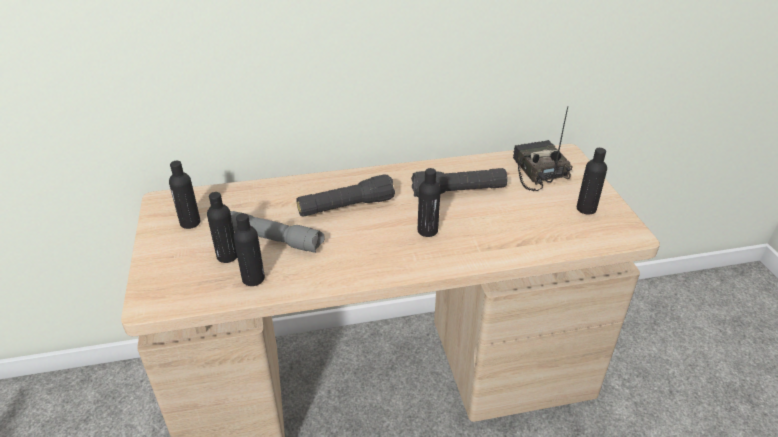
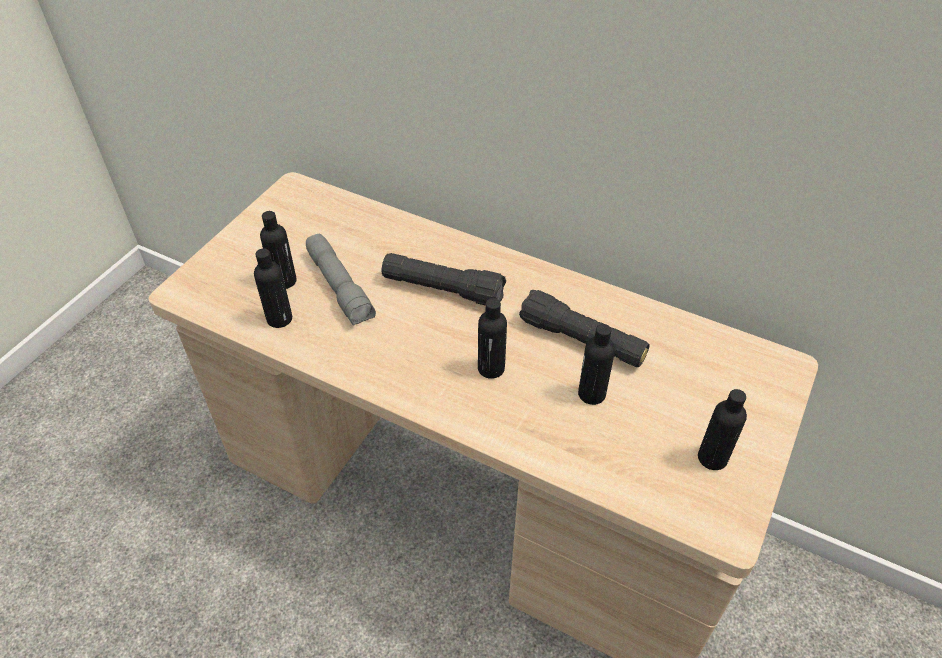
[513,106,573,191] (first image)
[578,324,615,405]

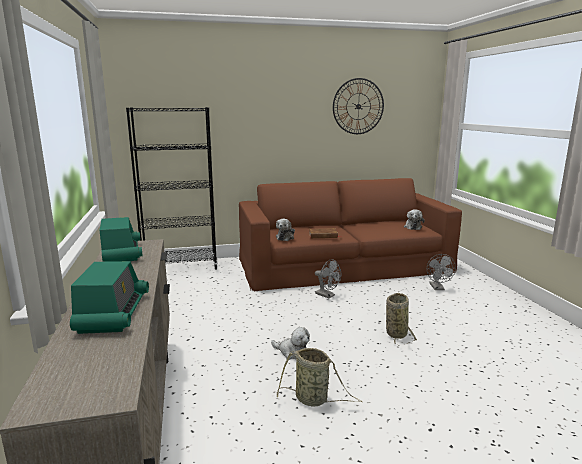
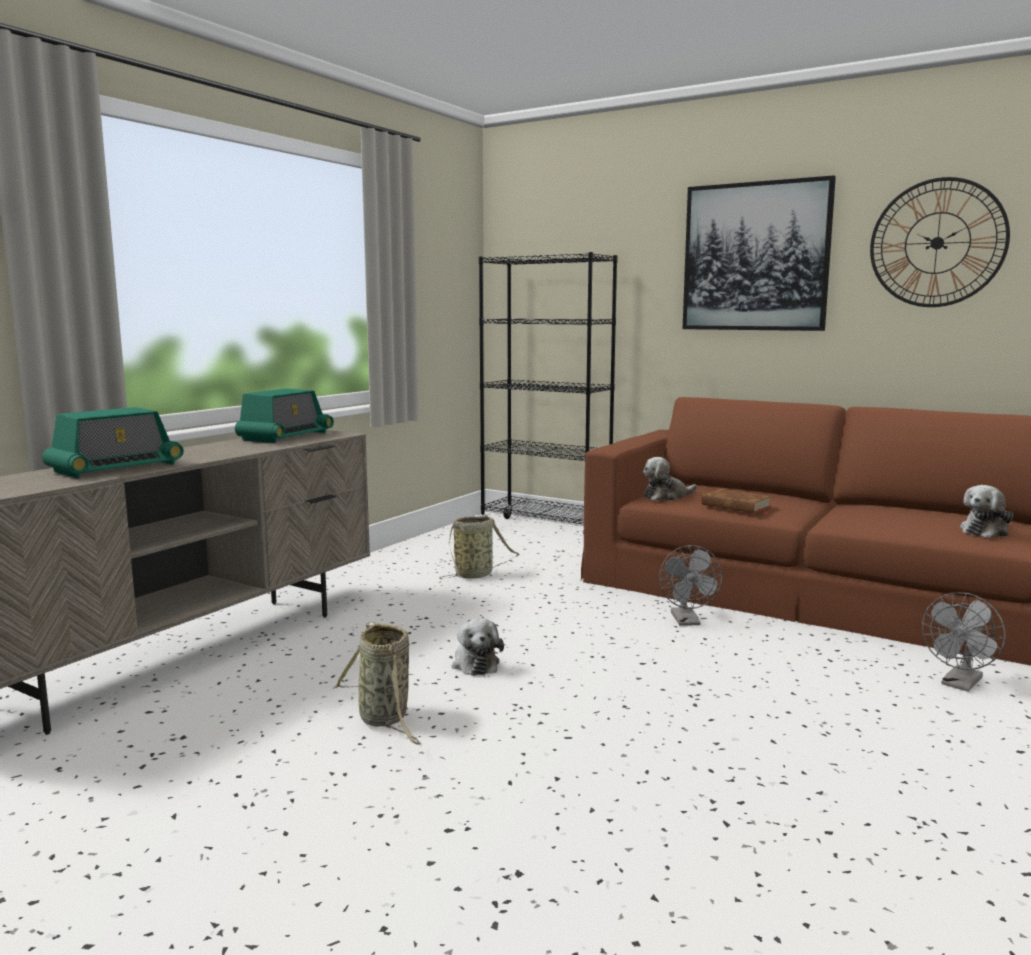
[440,516,520,579]
[683,175,836,331]

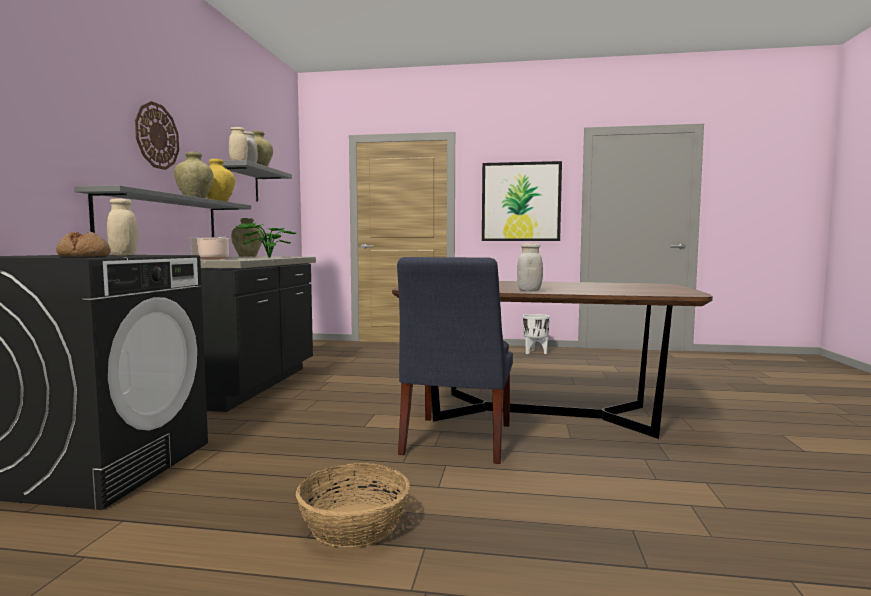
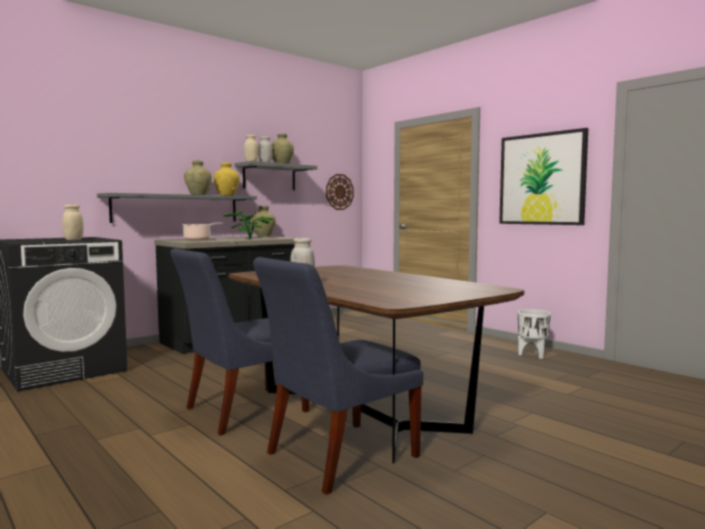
[326,174,354,210]
[56,232,111,257] (first image)
[296,463,410,548] (first image)
[253,257,423,495]

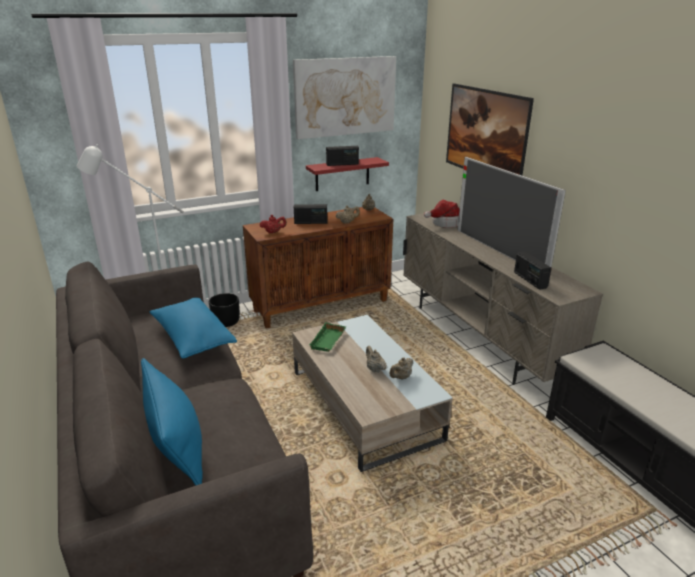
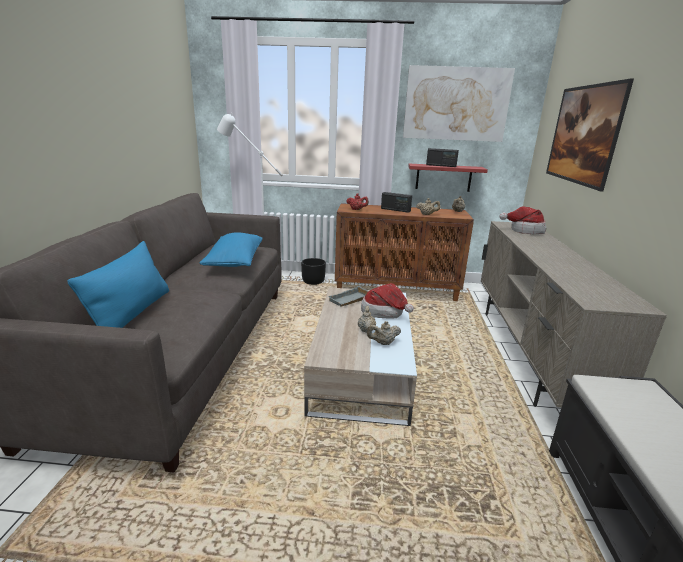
[457,157,566,267] (first image)
[514,251,552,290] (first image)
[328,286,369,307]
[361,283,414,319]

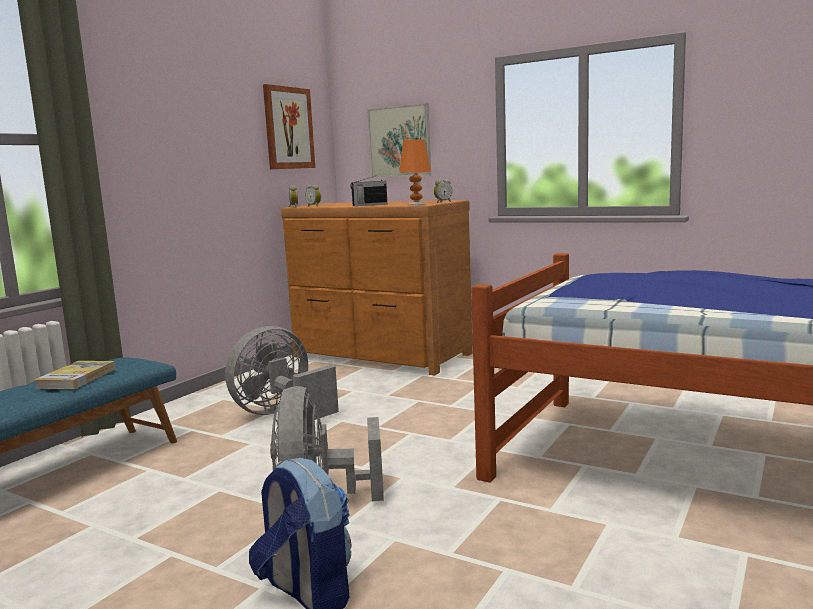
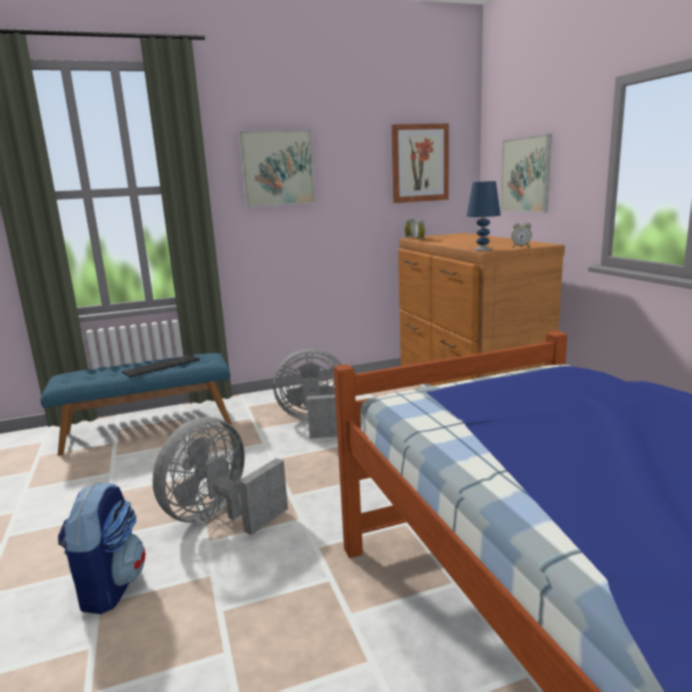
[466,181,501,251]
[350,175,387,206] (first image)
[122,354,200,377]
[239,130,315,207]

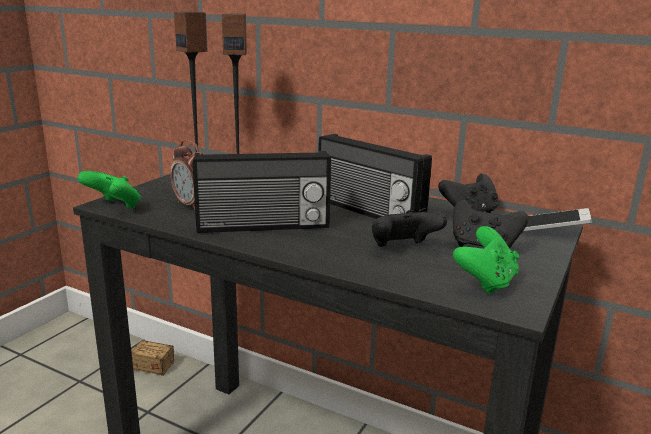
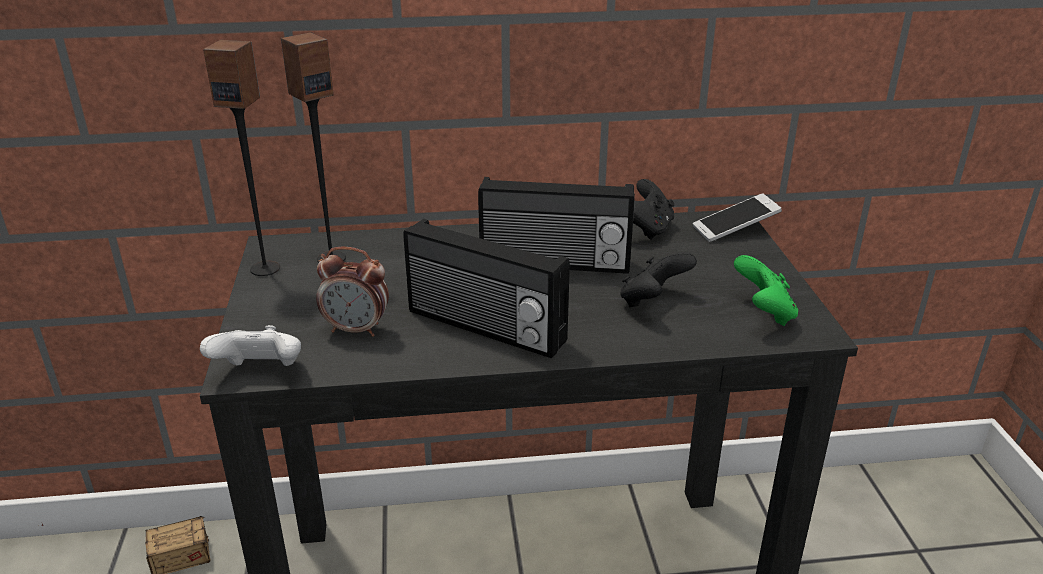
[403,219,570,358]
[200,325,301,366]
[453,200,528,249] (first image)

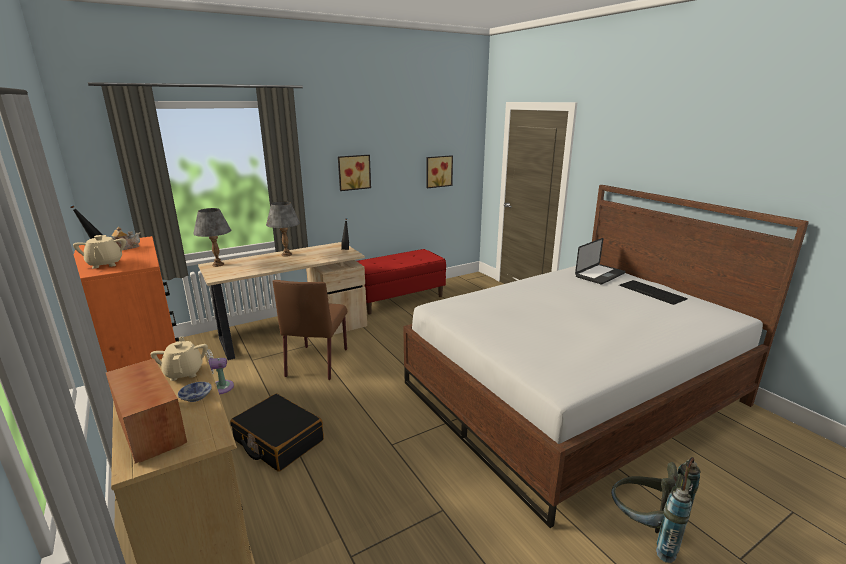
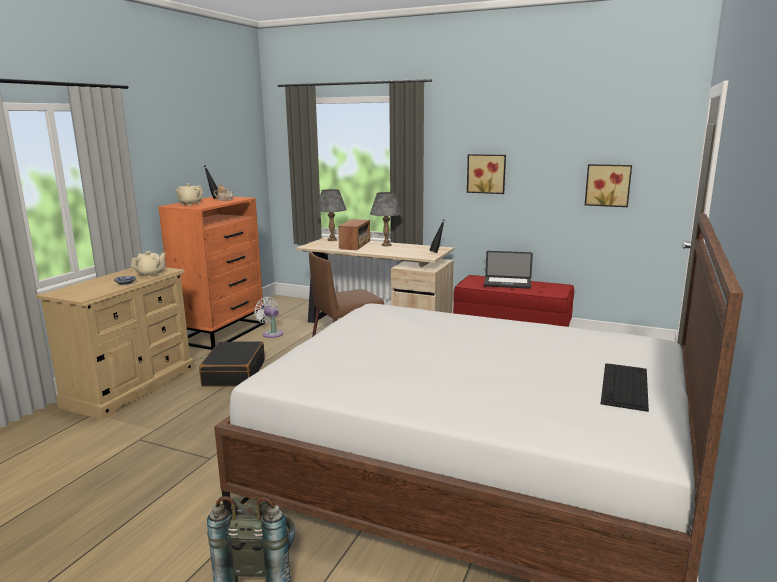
[484,251,533,289]
[338,219,370,250]

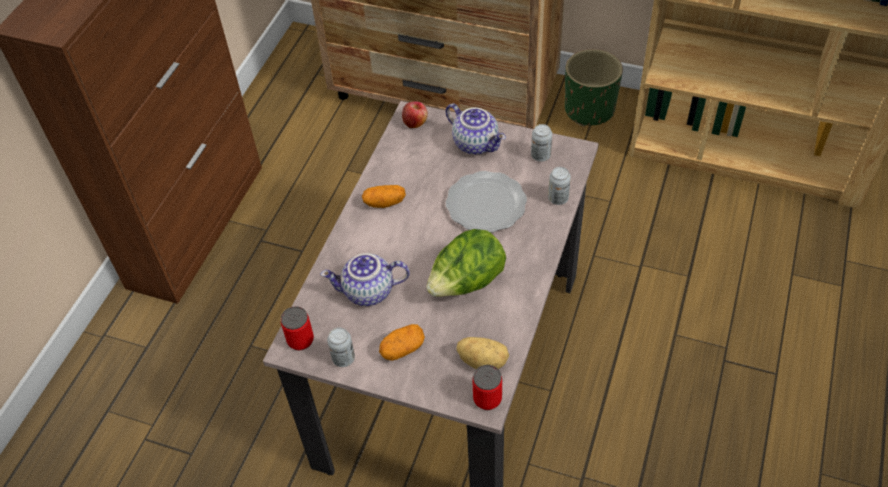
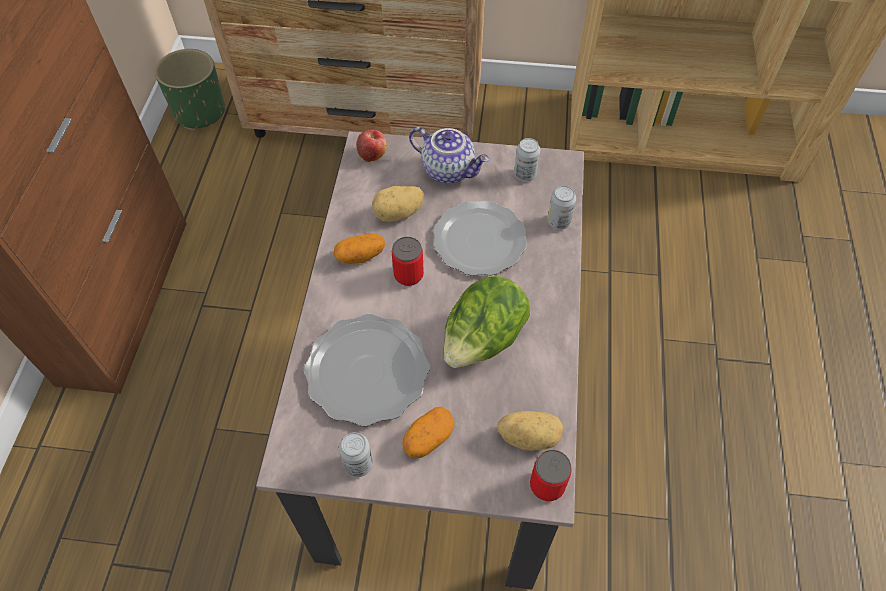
[155,49,225,130]
[304,314,430,426]
[392,237,424,286]
[372,186,424,222]

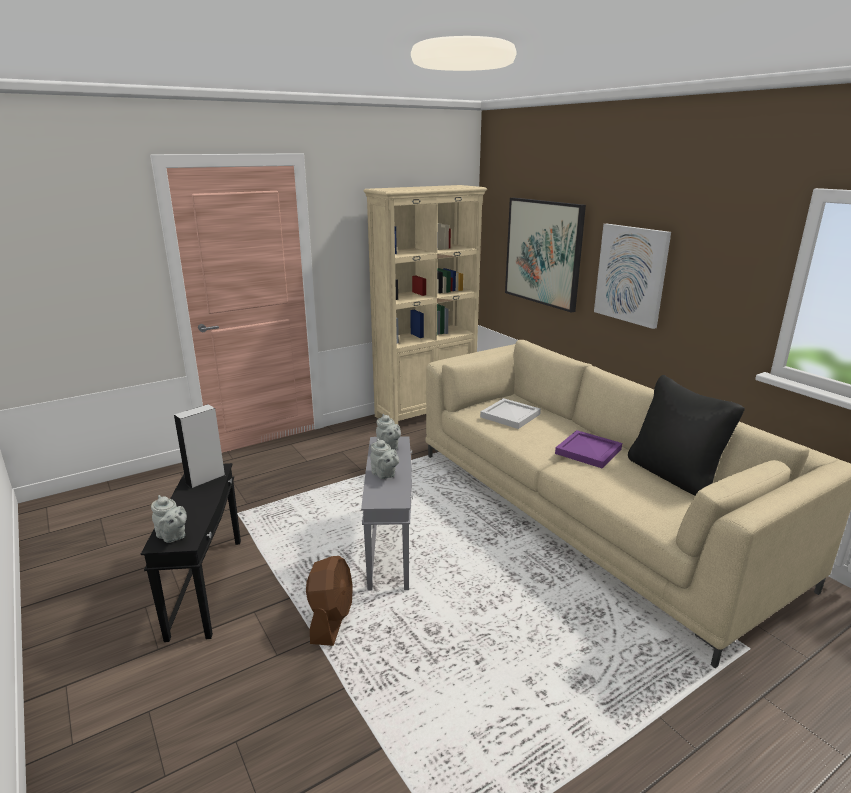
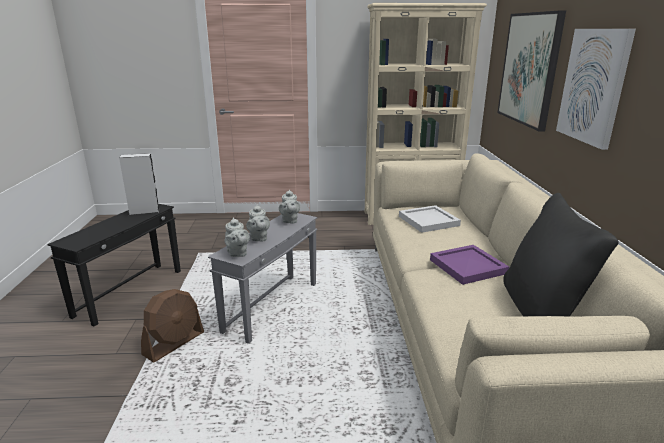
[225,218,250,257]

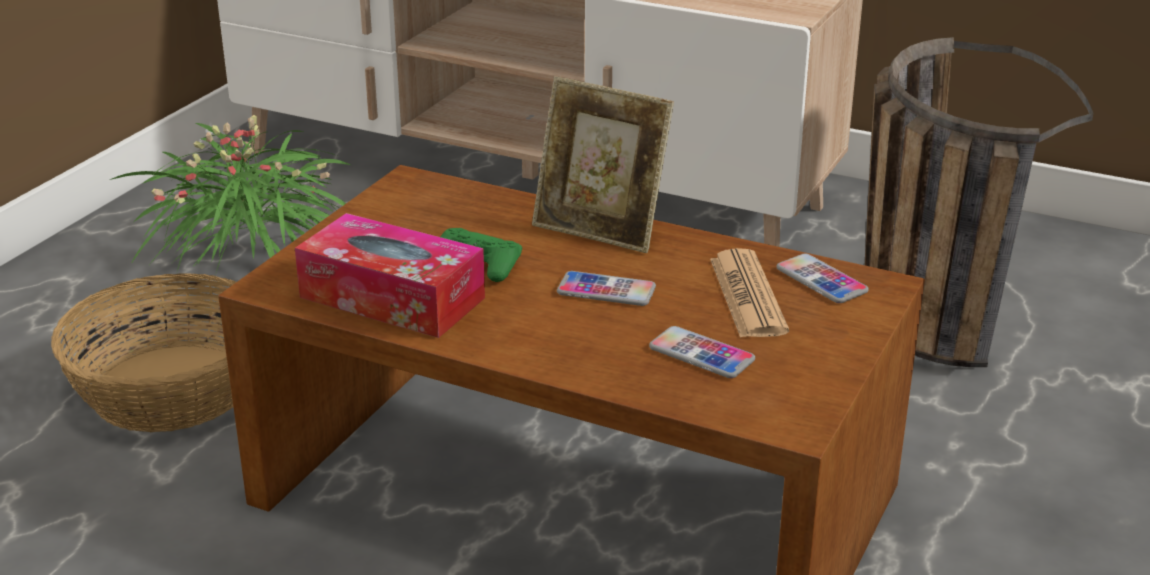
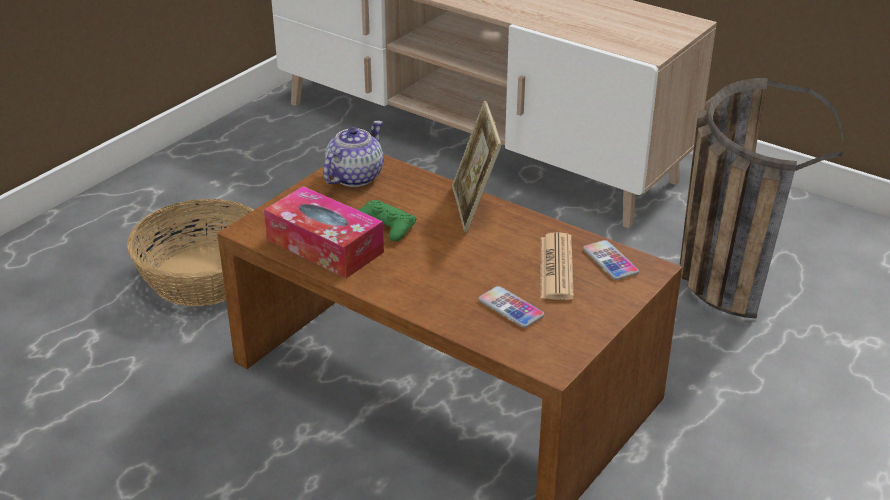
[452,101,502,232]
[110,115,350,275] (first image)
[557,271,656,306] (first image)
[323,121,383,187]

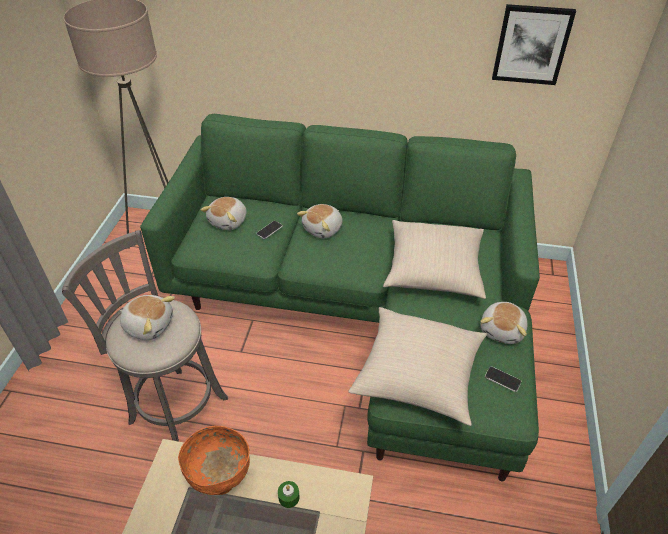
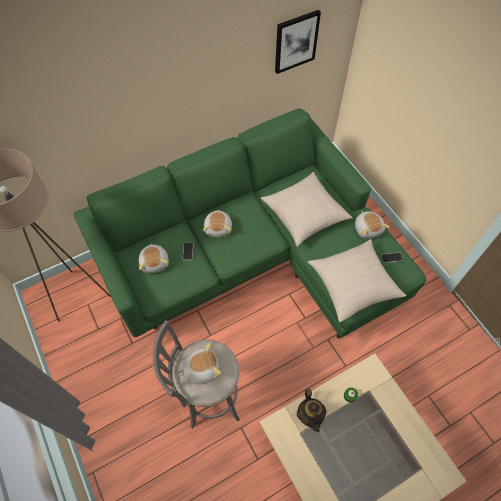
[297,389,326,432]

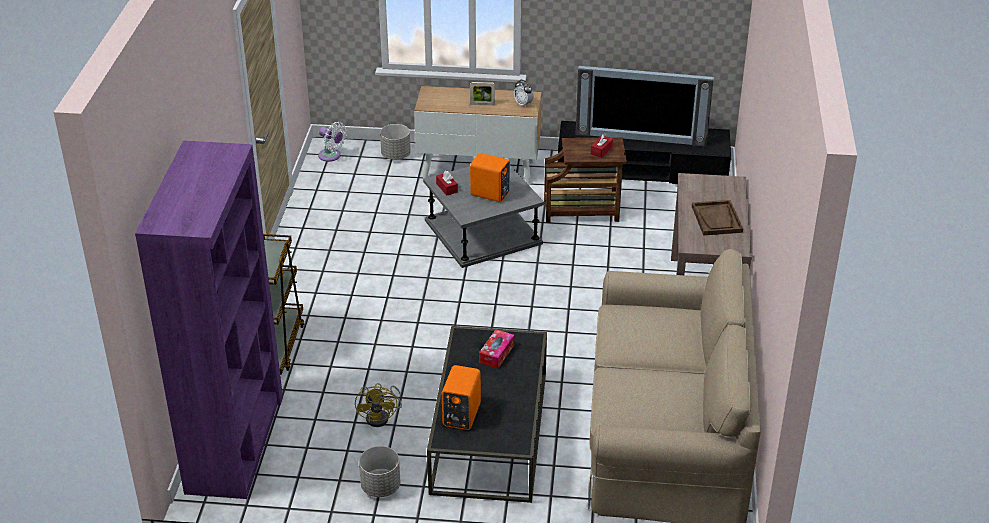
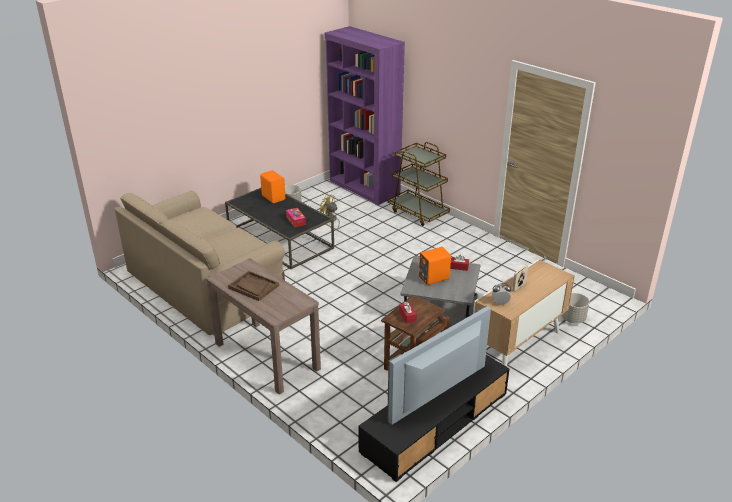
[318,122,347,162] (first image)

